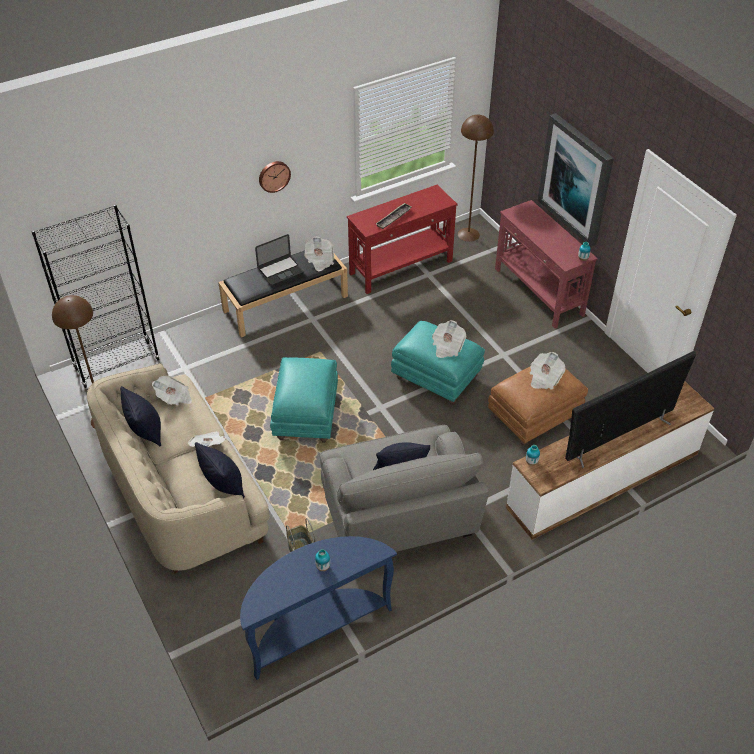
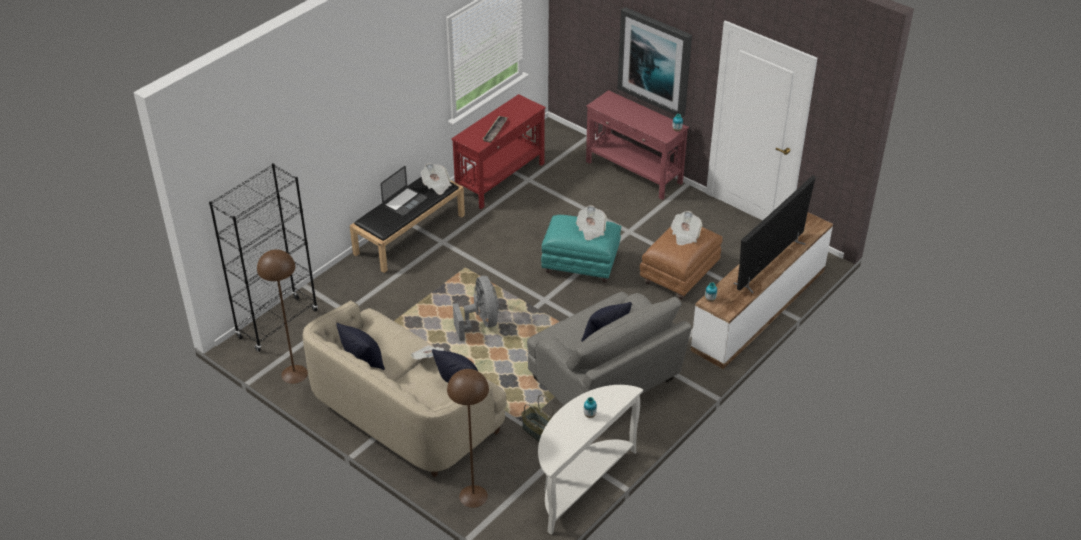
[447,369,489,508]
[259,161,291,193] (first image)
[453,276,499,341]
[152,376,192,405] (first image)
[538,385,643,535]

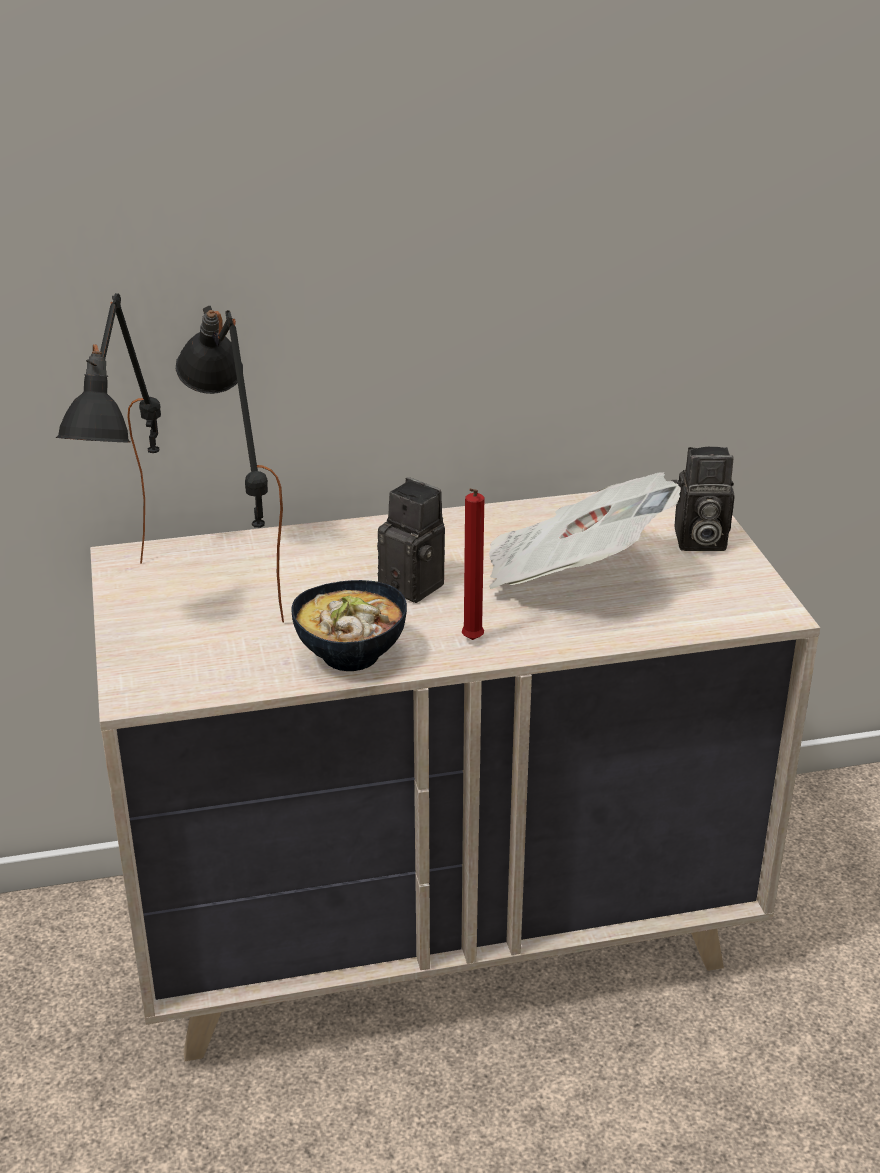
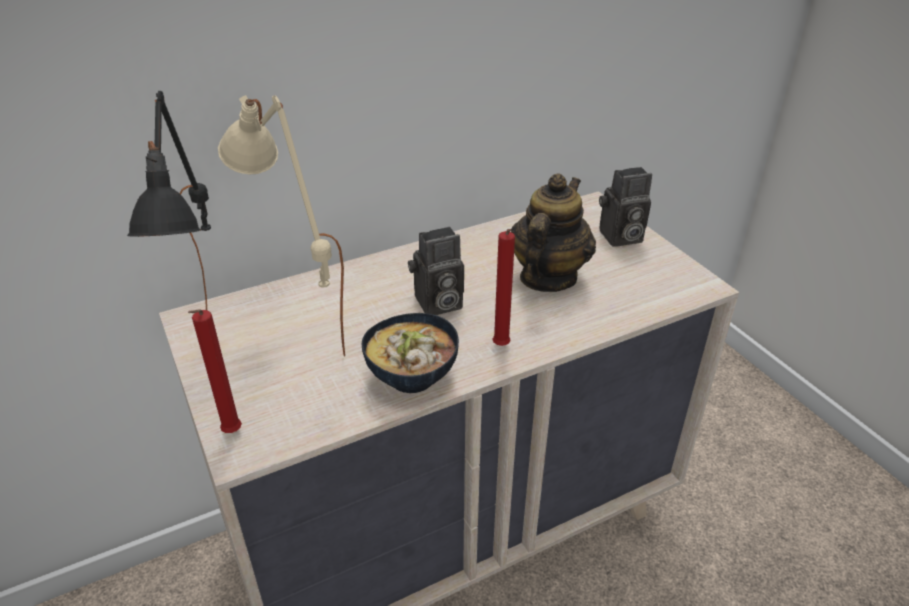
[218,95,345,356]
[511,173,596,292]
[408,226,464,315]
[188,310,242,433]

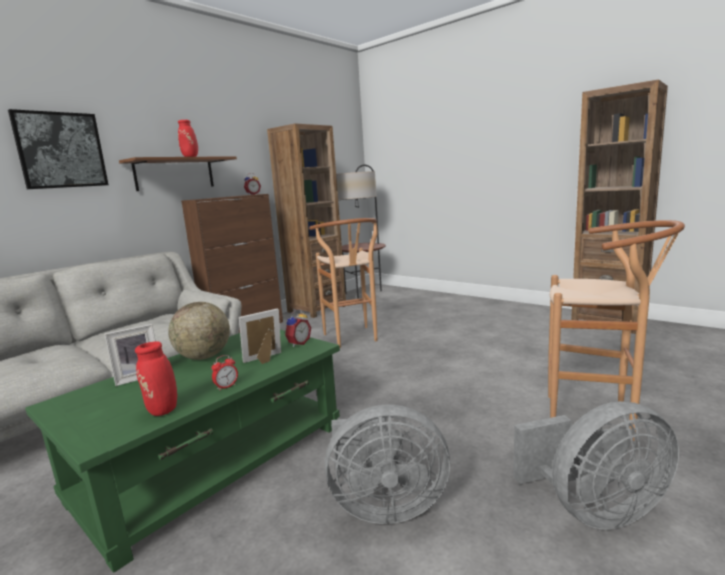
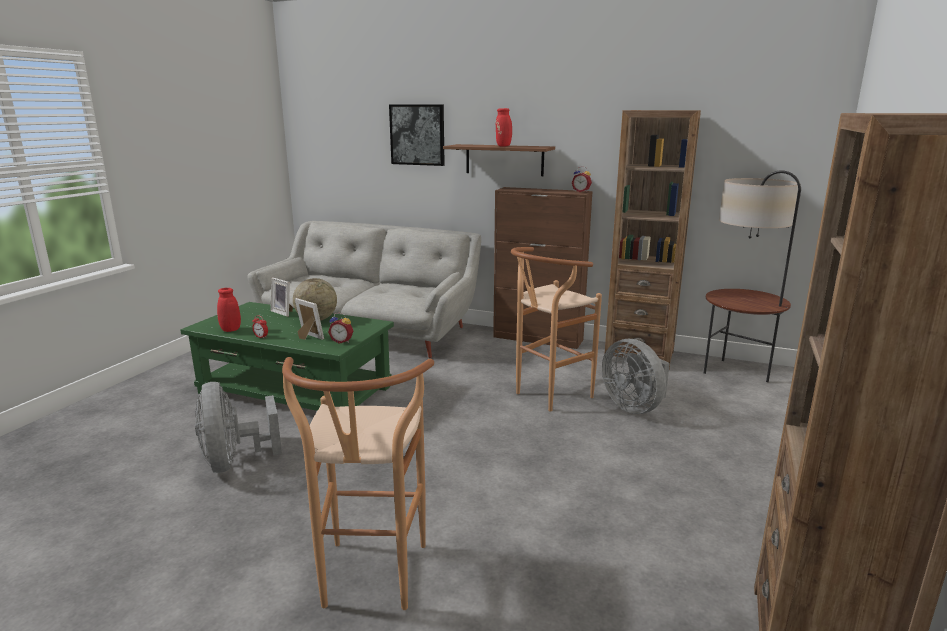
[602,339,670,414]

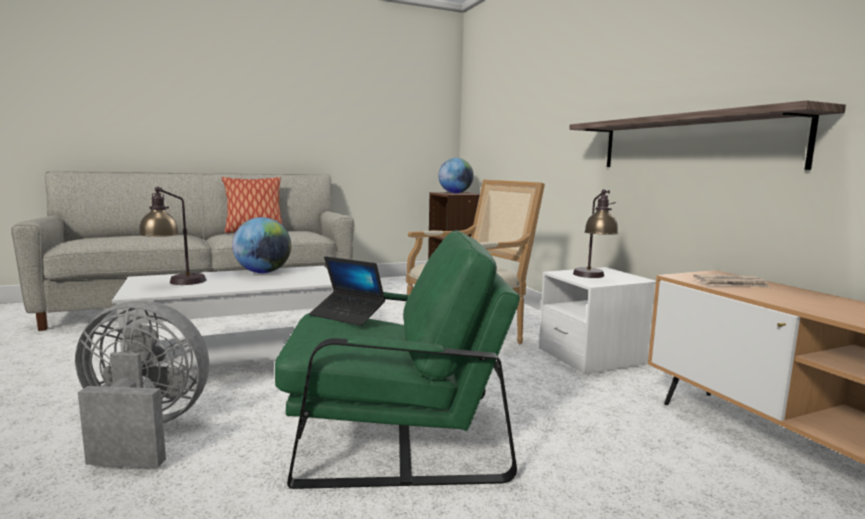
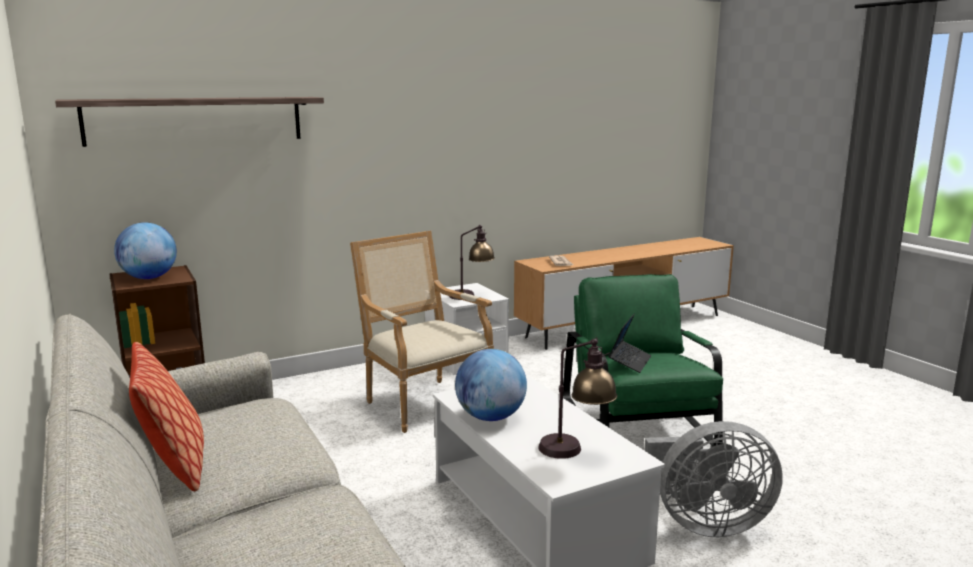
[55,97,324,147]
[645,421,783,537]

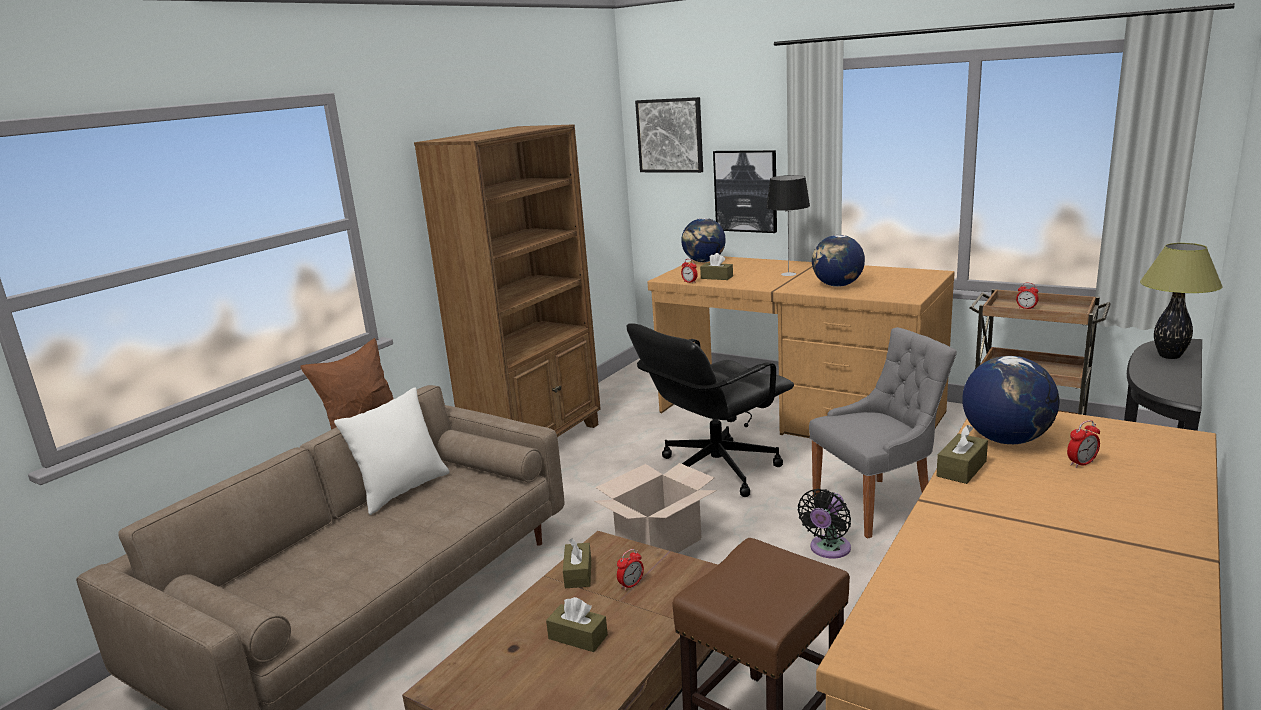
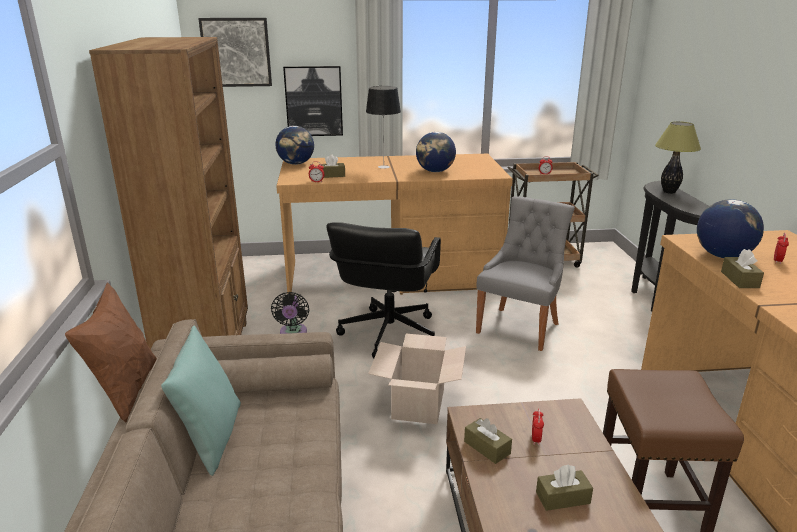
[161,326,241,476]
[271,292,309,334]

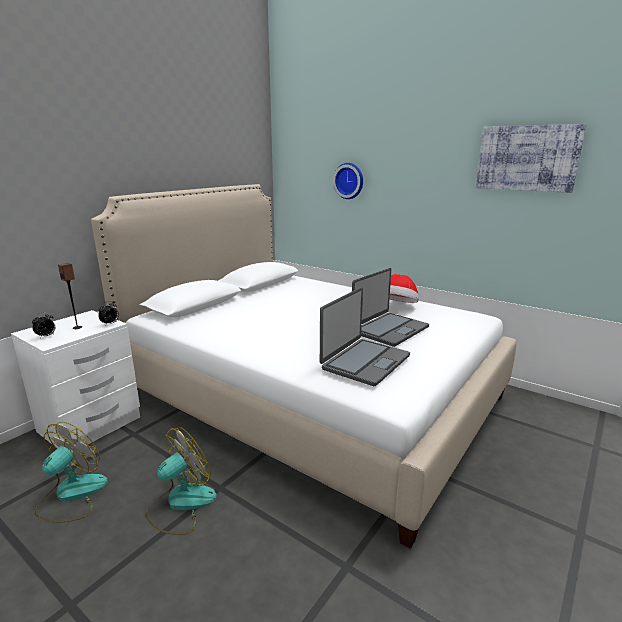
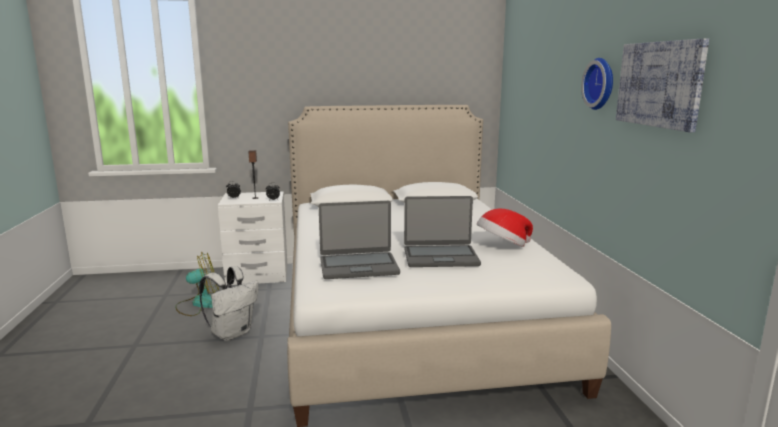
[581,58,613,110]
[199,266,259,341]

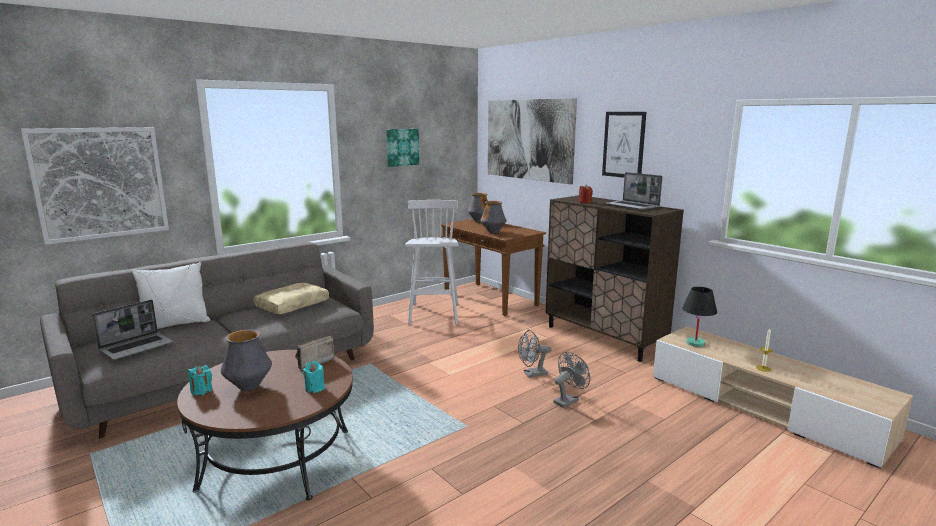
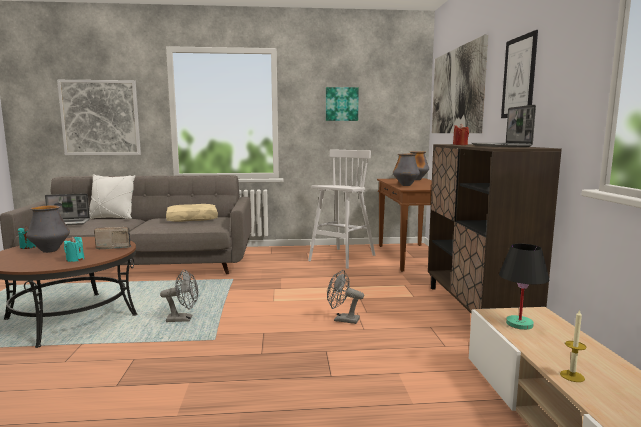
[160,270,198,322]

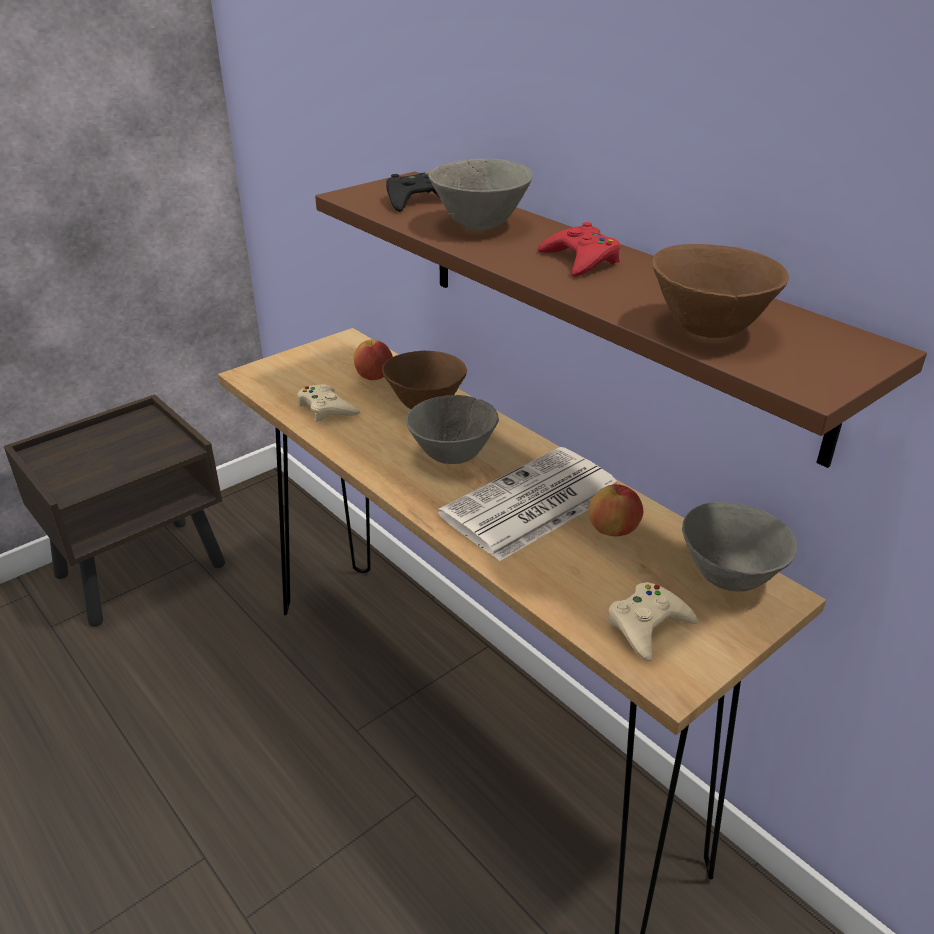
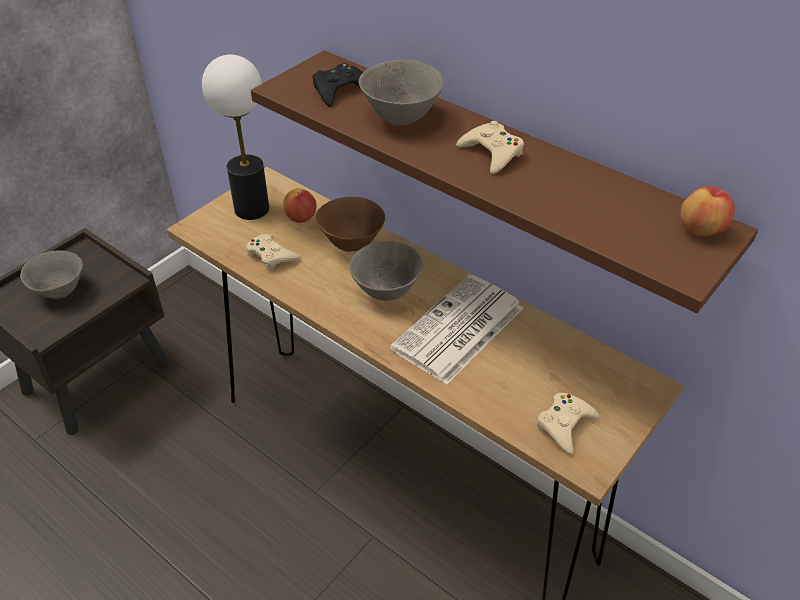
[456,121,524,174]
[652,244,789,338] (first image)
[681,186,735,236]
[20,250,83,299]
[202,55,269,220]

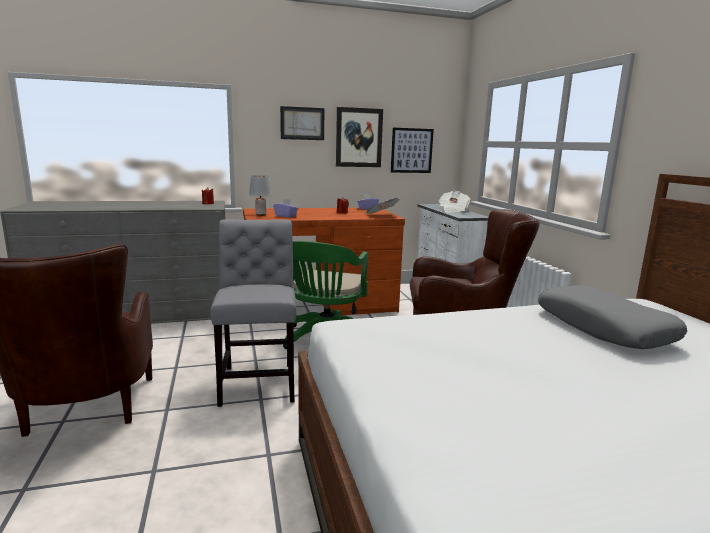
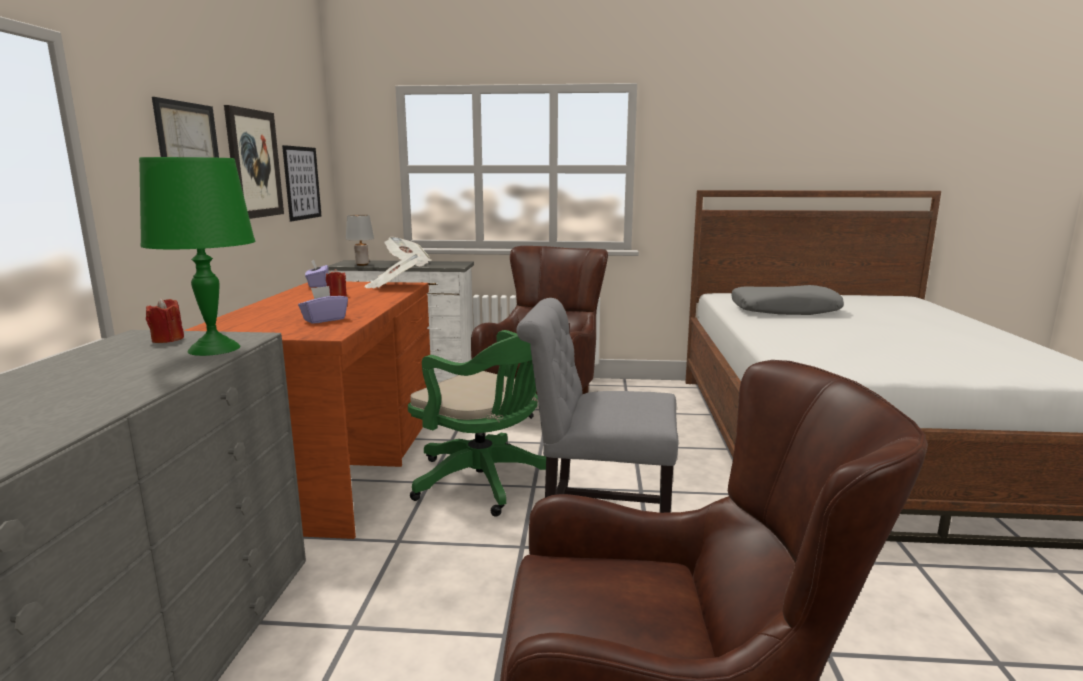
[346,215,374,266]
[139,157,255,356]

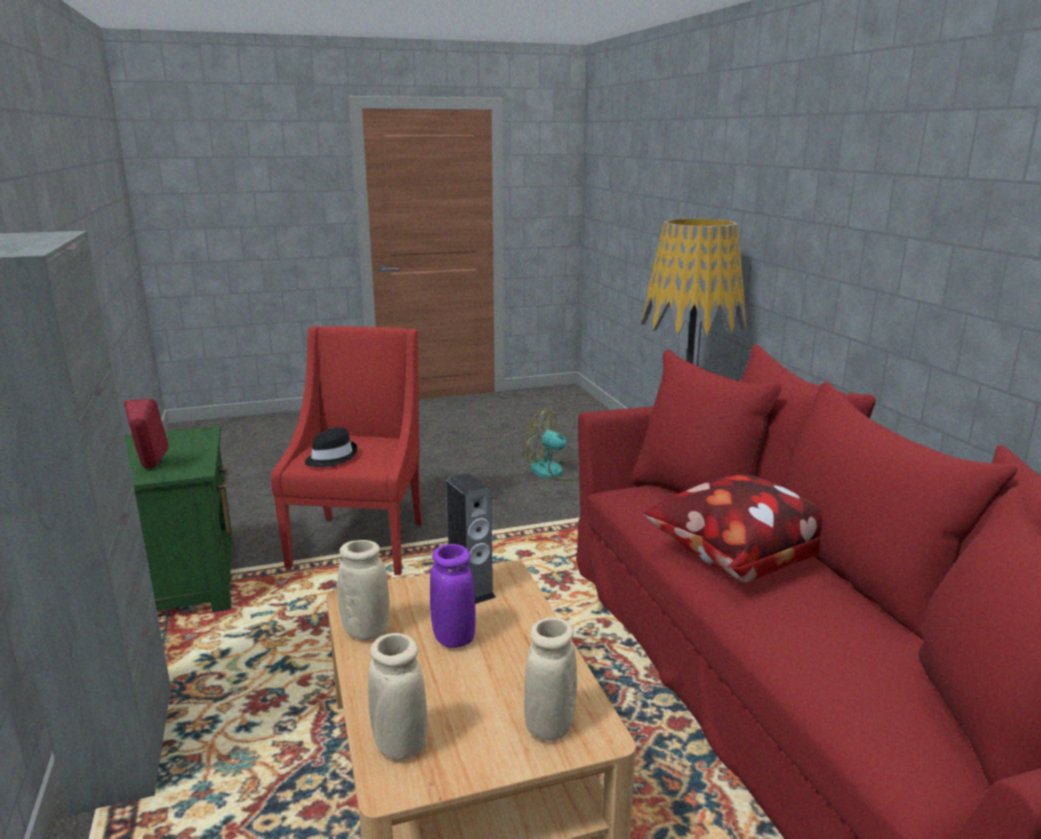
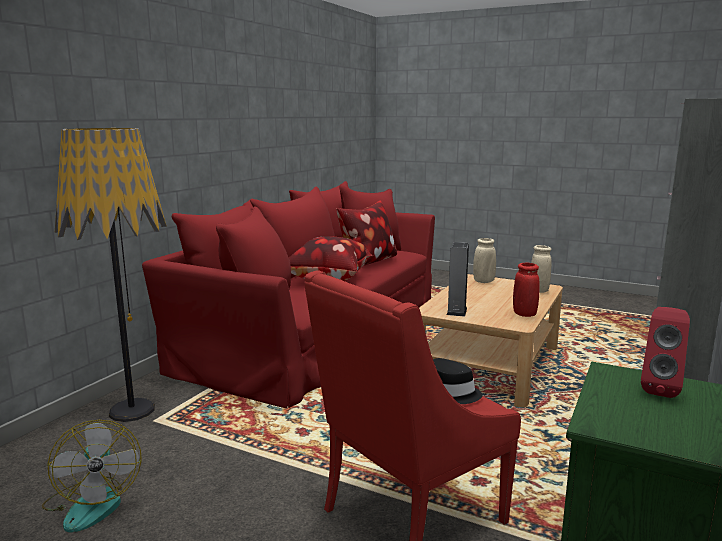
[513,263,540,317]
[430,544,476,648] (first image)
[337,201,397,265]

